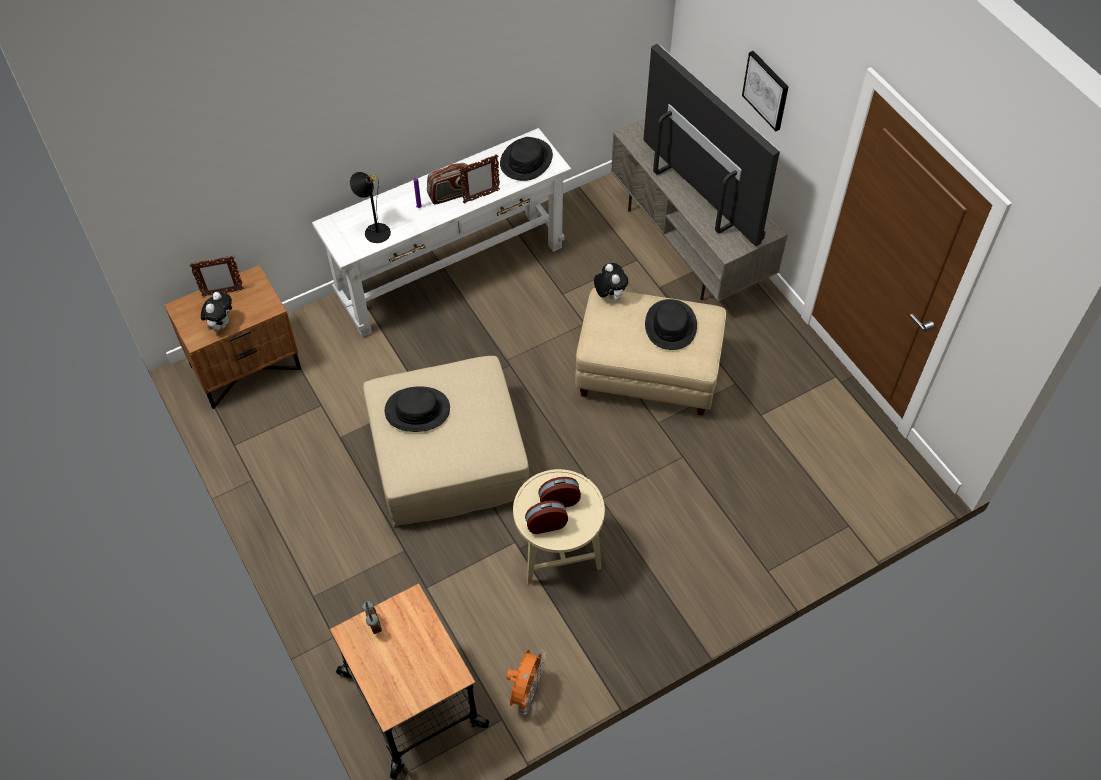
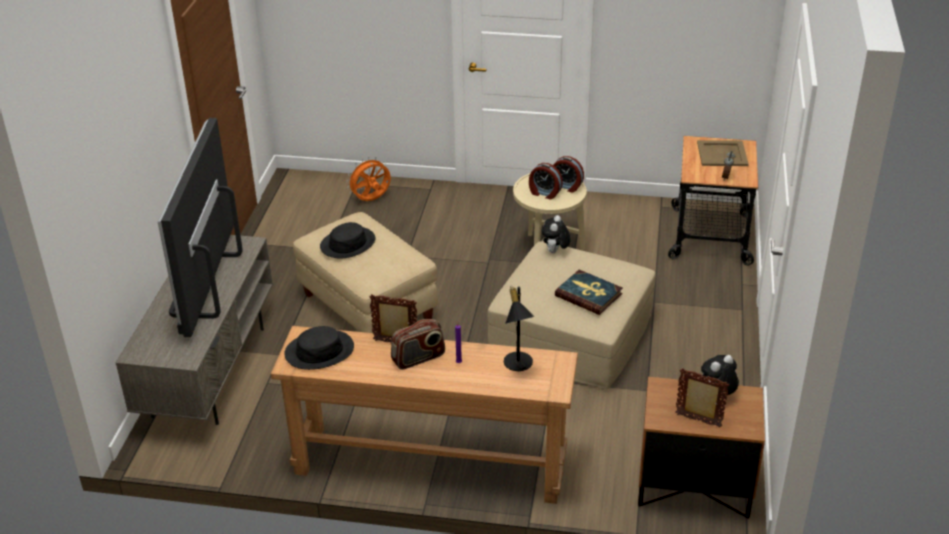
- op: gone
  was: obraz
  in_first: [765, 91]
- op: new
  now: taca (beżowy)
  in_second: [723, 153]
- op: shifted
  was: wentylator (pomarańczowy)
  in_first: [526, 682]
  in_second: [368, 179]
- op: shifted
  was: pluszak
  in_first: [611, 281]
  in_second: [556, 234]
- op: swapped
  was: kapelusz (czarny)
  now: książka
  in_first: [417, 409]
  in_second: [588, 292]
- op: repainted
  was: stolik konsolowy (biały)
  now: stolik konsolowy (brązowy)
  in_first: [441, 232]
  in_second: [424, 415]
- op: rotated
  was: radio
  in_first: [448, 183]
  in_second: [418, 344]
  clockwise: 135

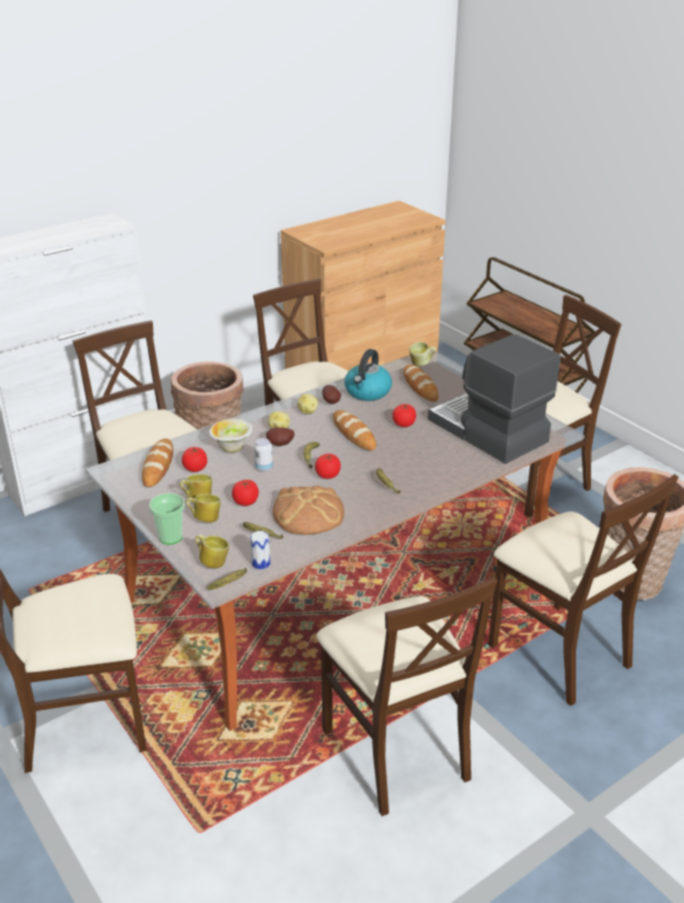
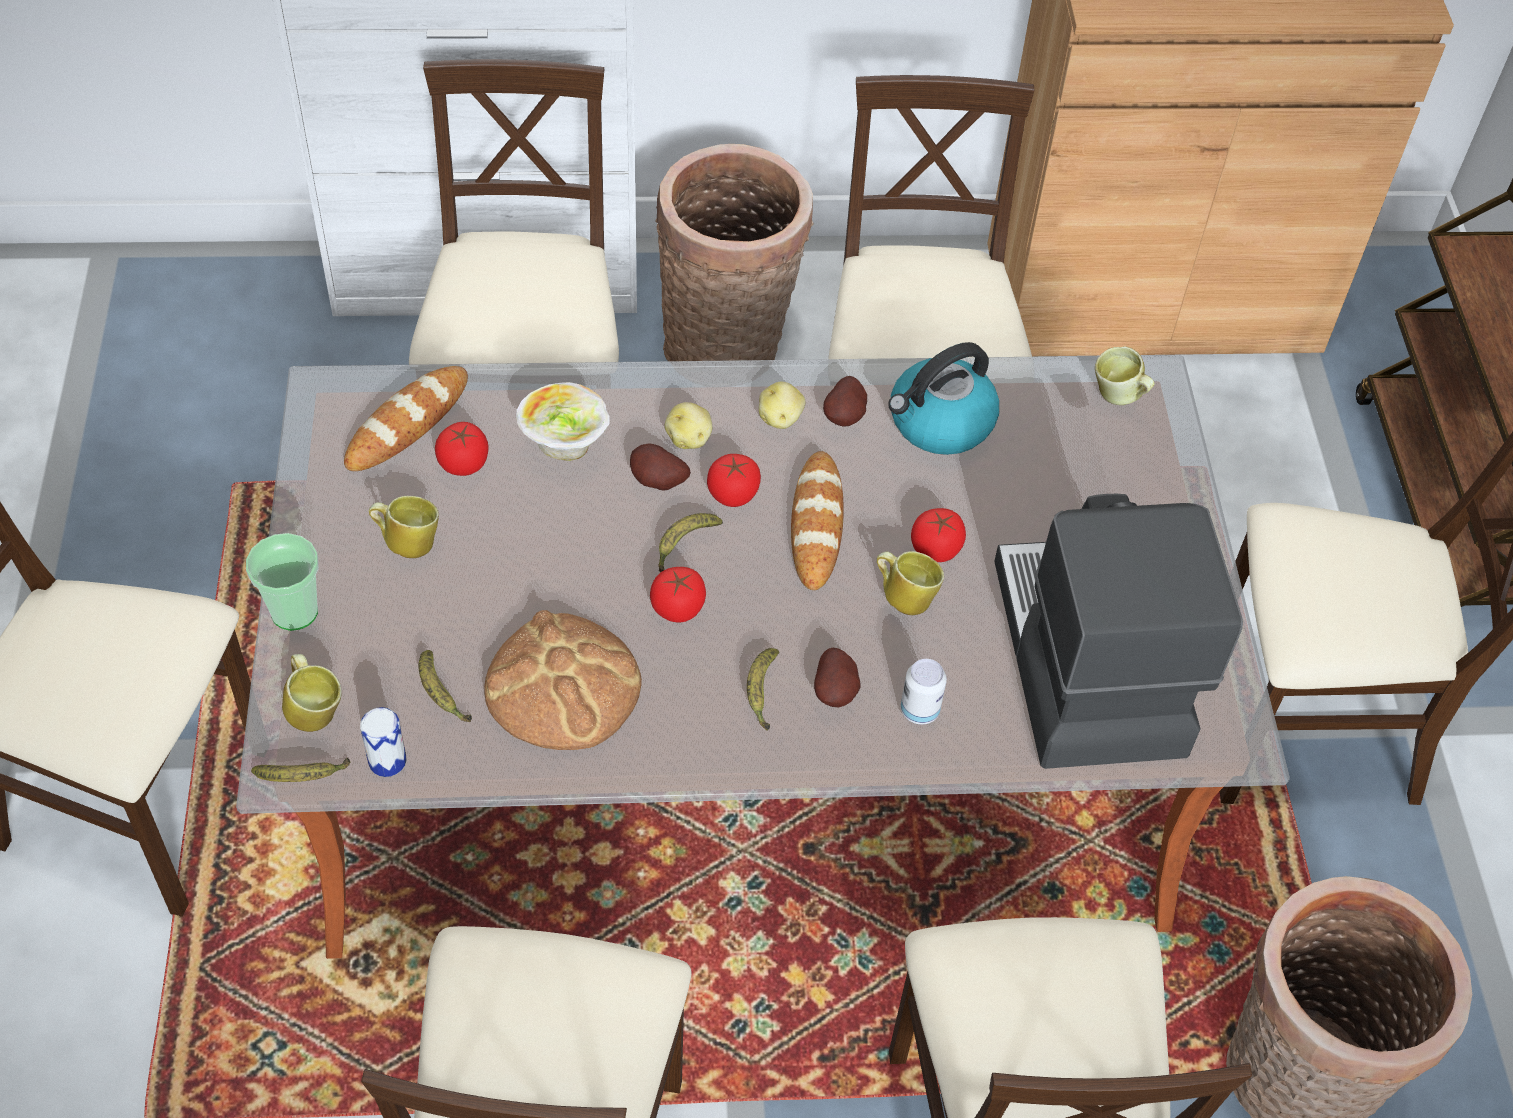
- op: gone
  was: chleb
  in_first: [421, 383]
- op: new
  now: ziemniak
  in_second: [837, 677]
- op: shifted
  was: kubek
  in_first: [203, 508]
  in_second: [910, 583]
- op: shifted
  was: pomidor
  in_first: [245, 493]
  in_second: [734, 480]
- op: shifted
  was: puszka
  in_first: [263, 454]
  in_second: [924, 691]

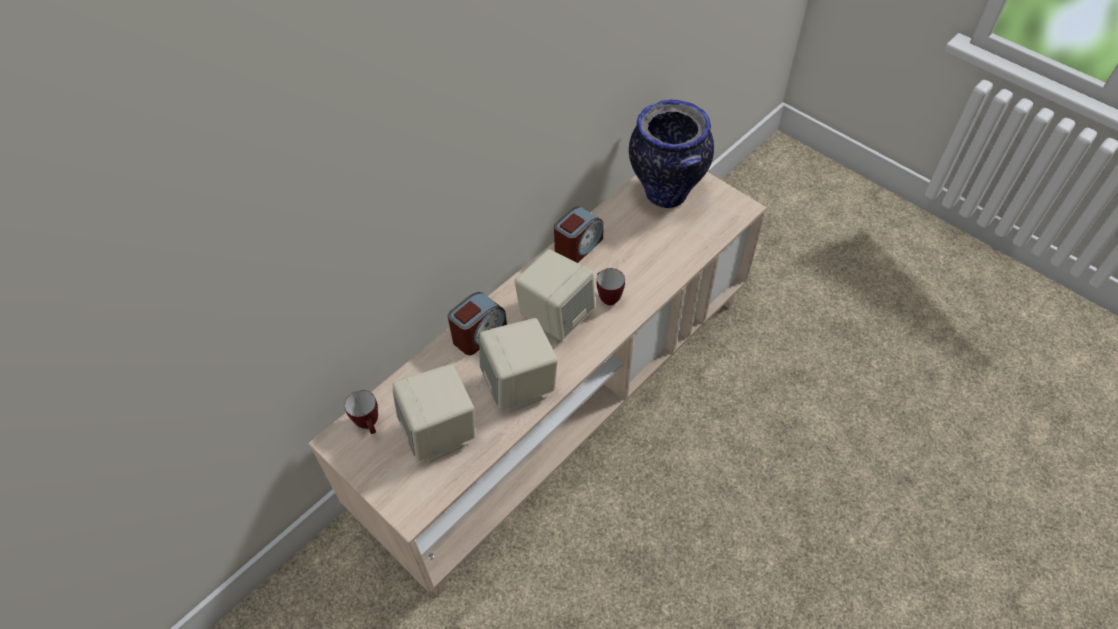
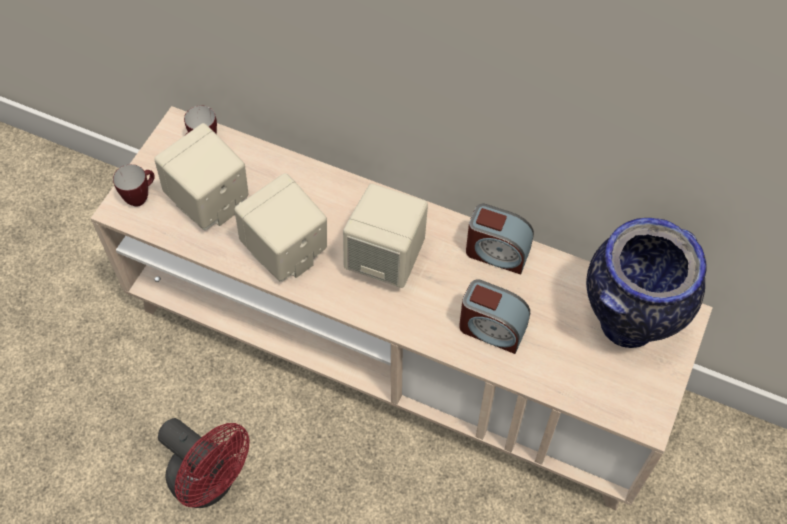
- op: new
  now: wentylator (czerwony)
  in_second: [203, 463]
- op: shifted
  was: budzik
  in_first: [477, 323]
  in_second: [494, 316]
- op: shifted
  was: kubek
  in_first: [611, 286]
  in_second: [134, 185]

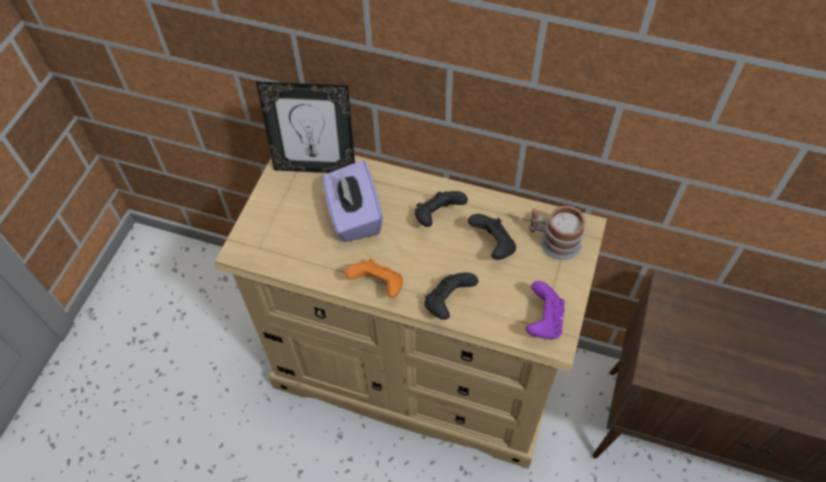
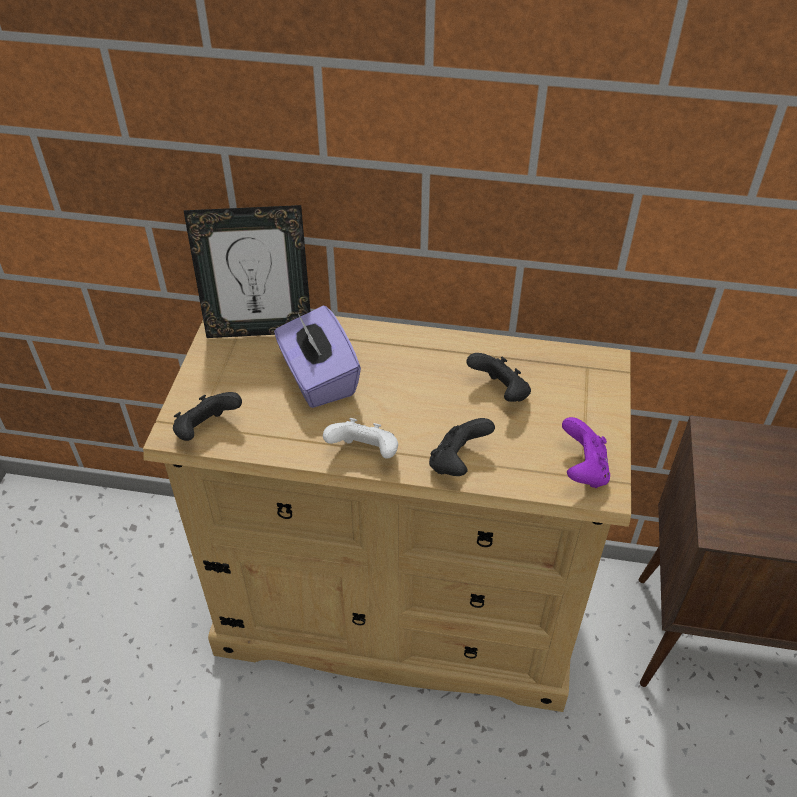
- op: gone
  was: kubek
  in_first: [557, 233]
- op: shifted
  was: pad do gier (czarny)
  in_first: [441, 209]
  in_second: [207, 416]
- op: repainted
  was: pad do gier (pomarańczowy)
  now: pad do gier (biały)
  in_first: [374, 278]
  in_second: [360, 438]

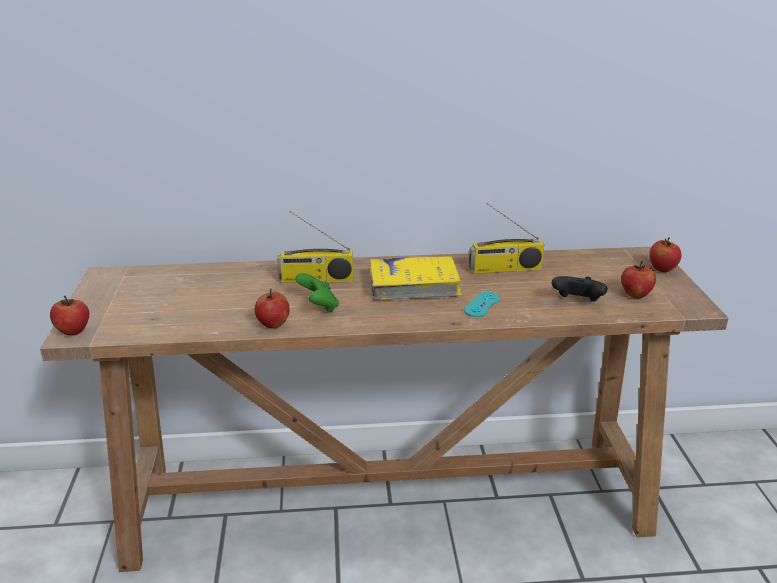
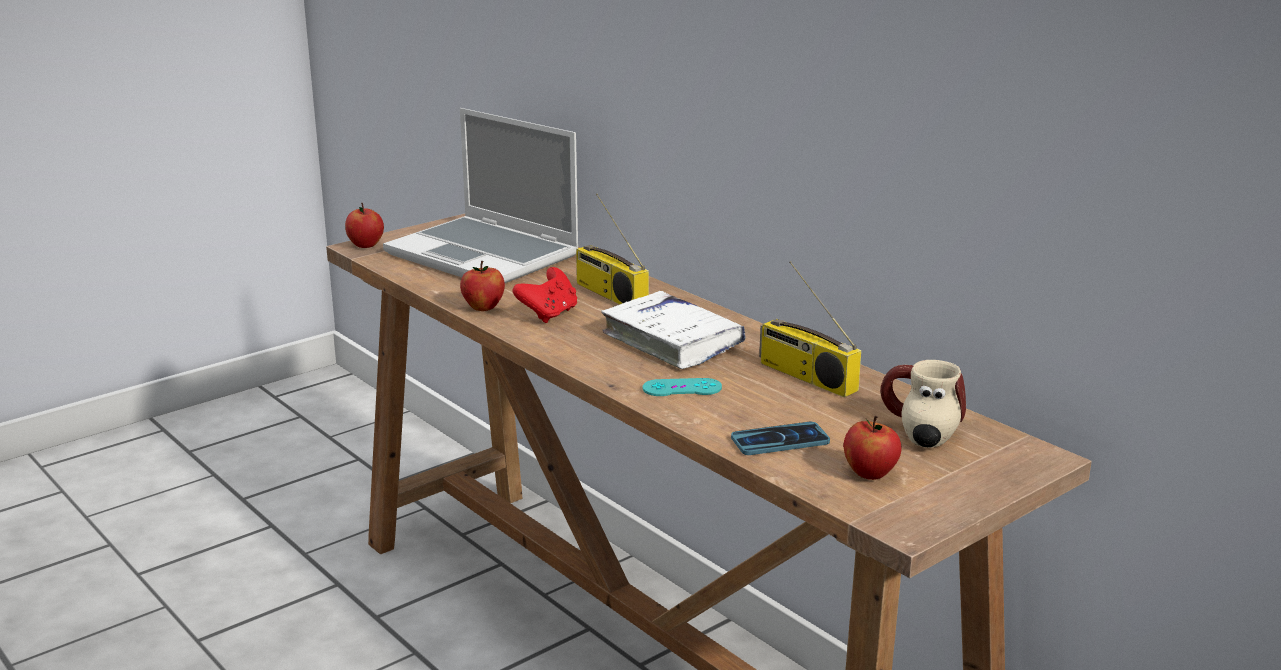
- op: gone
  was: jabłko
  in_first: [665, 254]
- op: new
  now: laptop
  in_second: [480, 195]
- op: new
  now: kubek
  in_second: [923, 404]
- op: swapped
  was: pad do gier (czarny)
  now: telefon
  in_first: [579, 289]
  in_second: [780, 438]
- op: repainted
  was: pad do gier (zielony)
  now: pad do gier (czerwony)
  in_first: [317, 293]
  in_second: [545, 295]
- op: repainted
  was: książka (żółty)
  now: książka (biały)
  in_first: [416, 278]
  in_second: [673, 330]

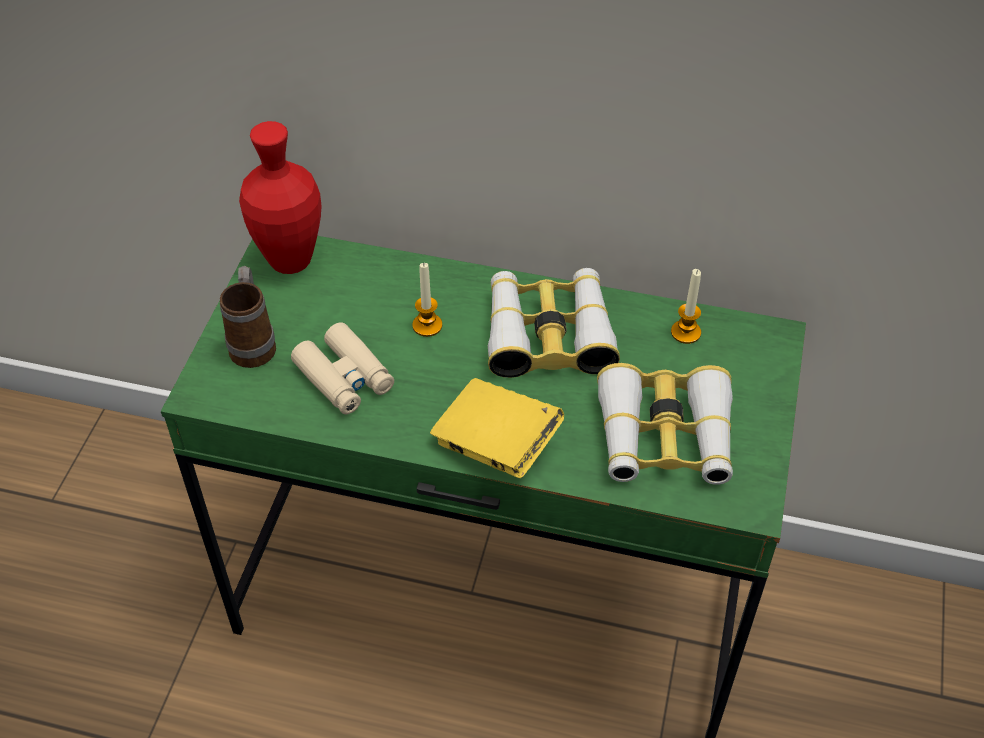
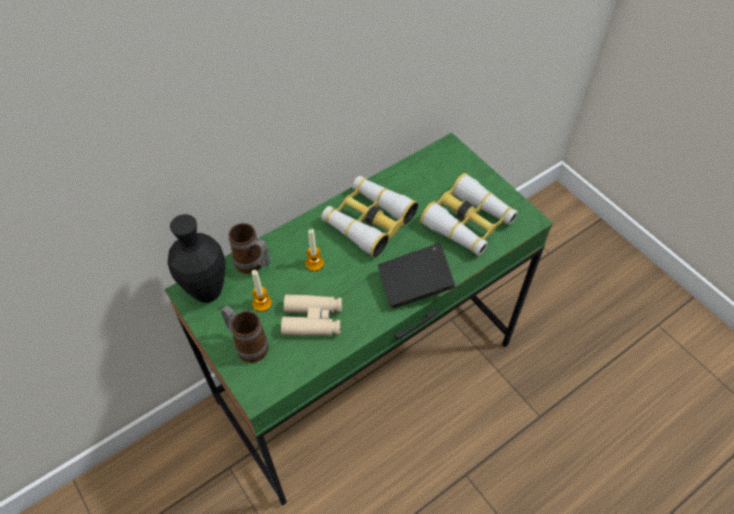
- op: new
  now: kubek
  in_second: [249, 248]
- op: shifted
  was: świeca
  in_first: [686, 306]
  in_second: [262, 291]
- op: repainted
  was: wazon (czerwony)
  now: wazon (czarny)
  in_first: [280, 197]
  in_second: [197, 258]
- op: repainted
  was: książka (żółty)
  now: książka (czarny)
  in_first: [497, 428]
  in_second: [417, 275]

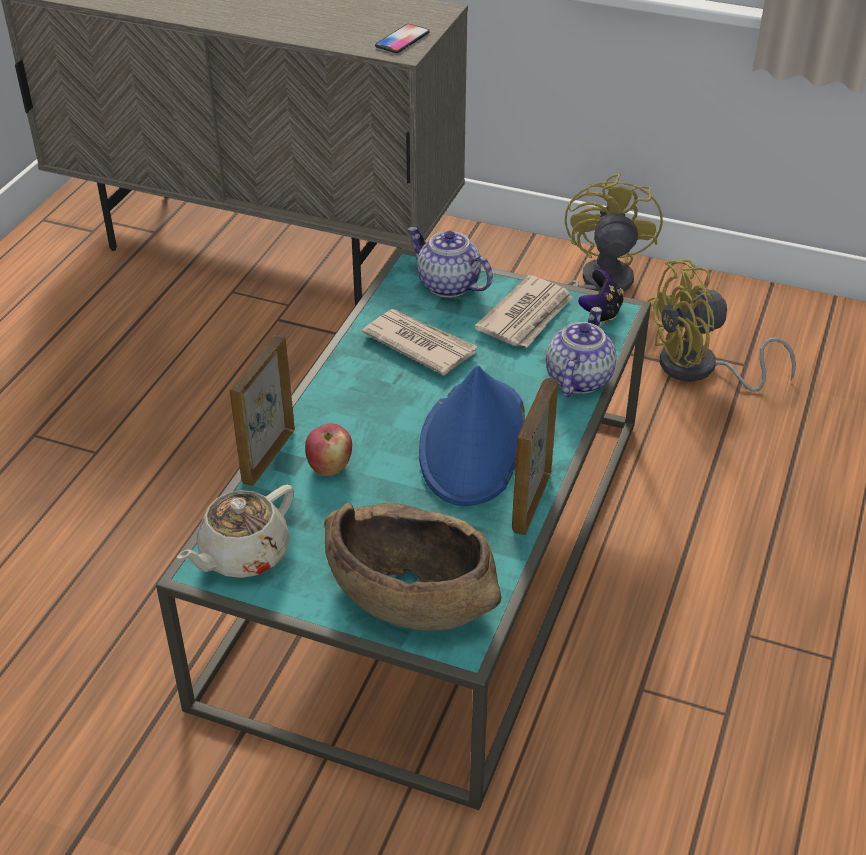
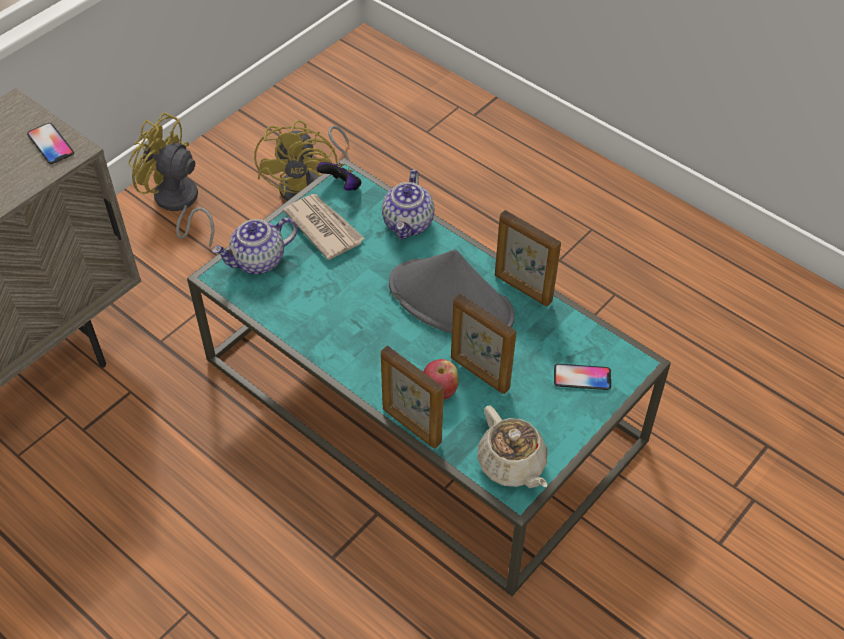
- op: gone
  was: gazeta
  in_first: [420, 342]
- op: new
  now: ramka na zdjęcie
  in_second: [483, 343]
- op: swapped
  was: miska (brązowy)
  now: telefon
  in_first: [412, 567]
  in_second: [582, 377]
- op: repainted
  was: kapelusz (niebieski)
  now: kapelusz (szary)
  in_first: [472, 435]
  in_second: [452, 291]
- op: rotated
  was: imbryk
  in_first: [581, 352]
  in_second: [408, 204]
  clockwise: -120

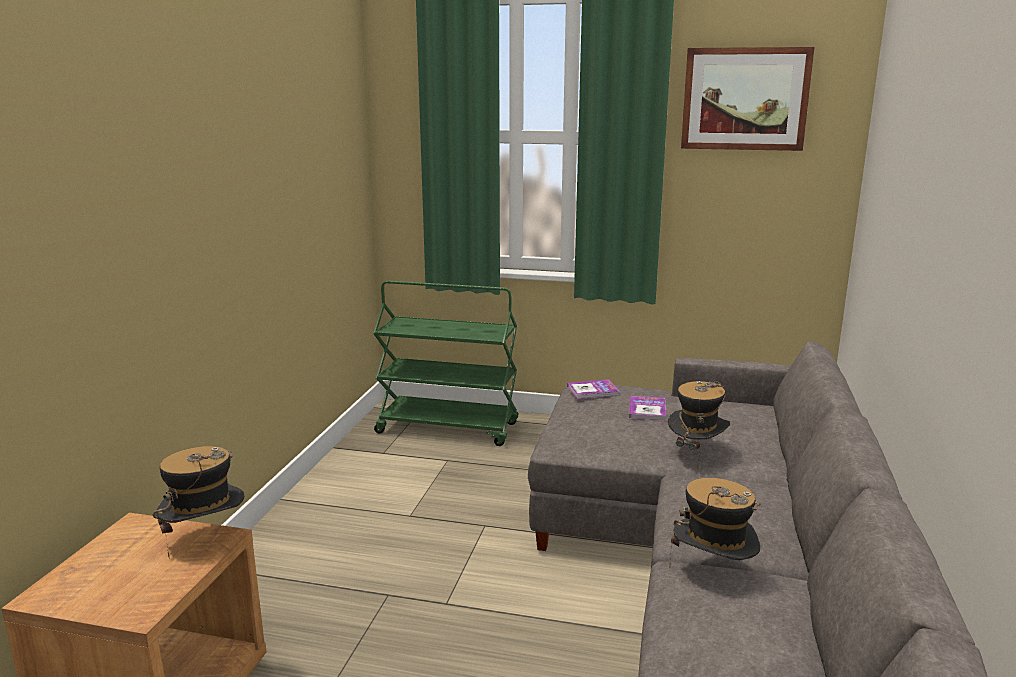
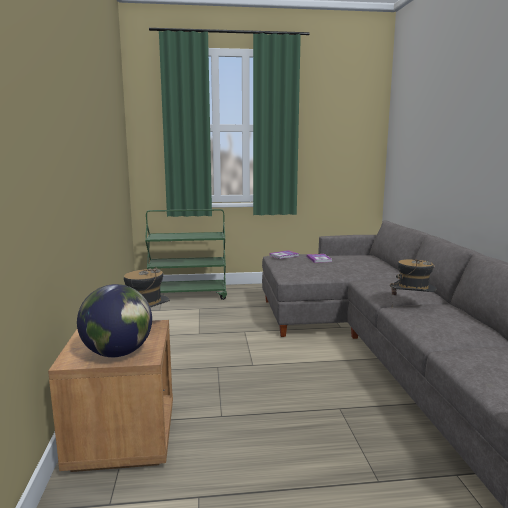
- op: gone
  was: kapelusz
  in_first: [699, 425]
- op: gone
  was: obraz
  in_first: [748, 99]
- op: new
  now: globus
  in_second: [114, 320]

